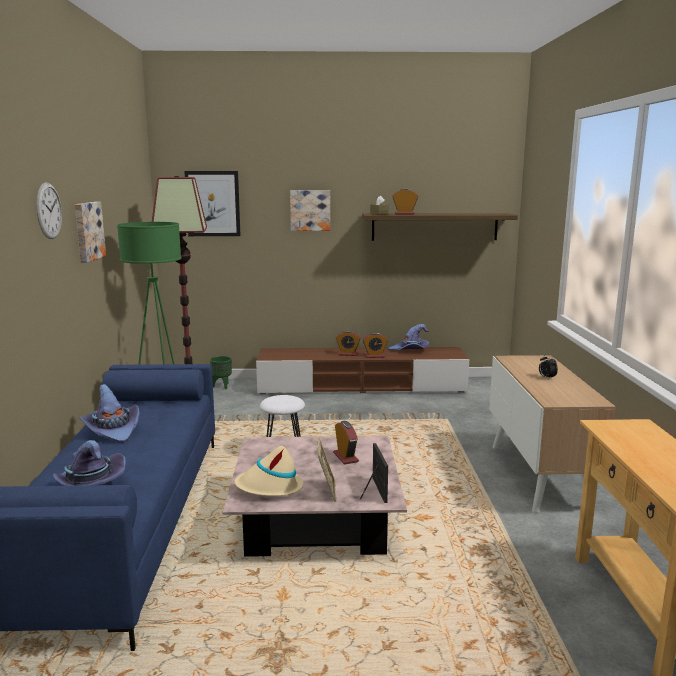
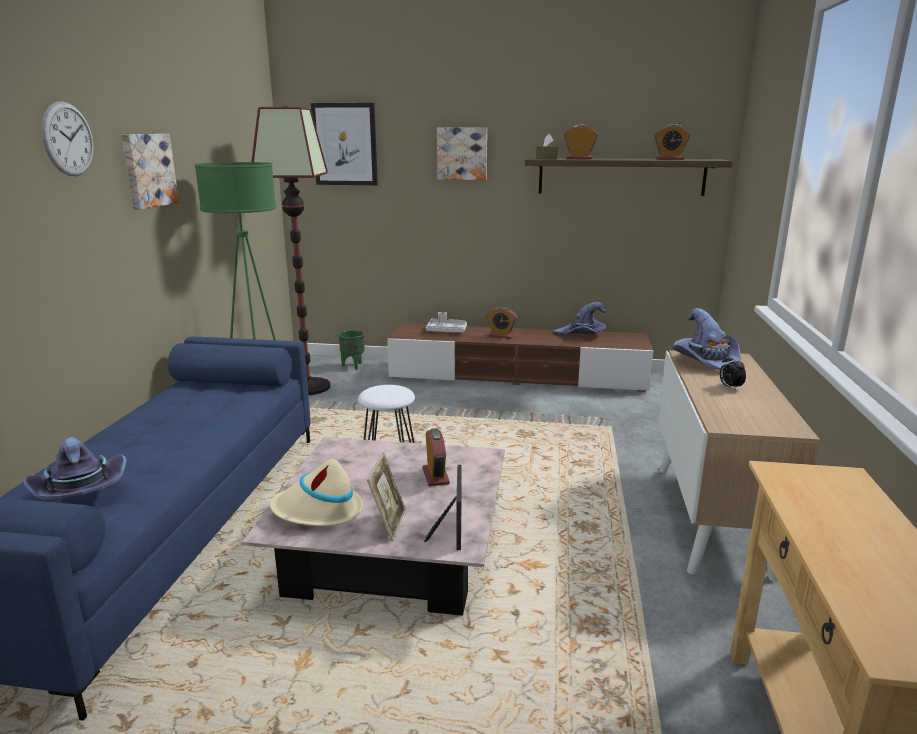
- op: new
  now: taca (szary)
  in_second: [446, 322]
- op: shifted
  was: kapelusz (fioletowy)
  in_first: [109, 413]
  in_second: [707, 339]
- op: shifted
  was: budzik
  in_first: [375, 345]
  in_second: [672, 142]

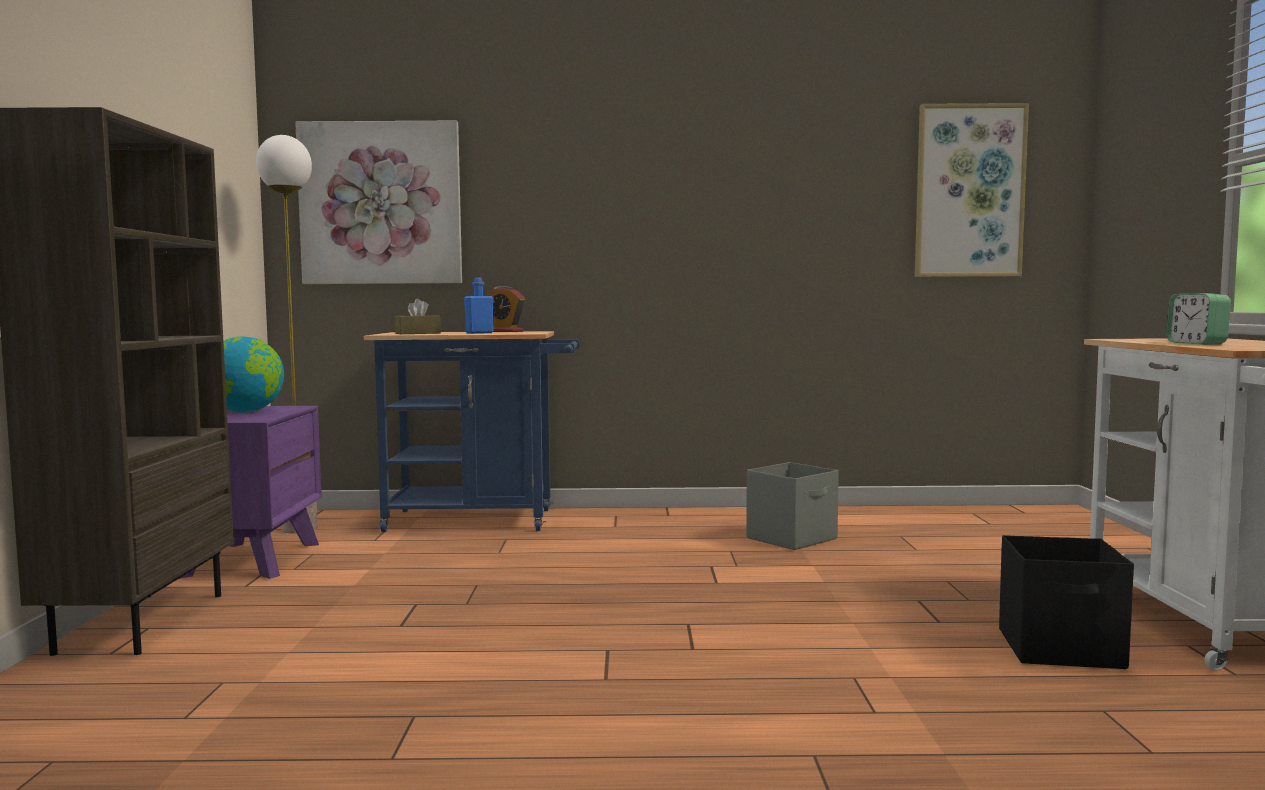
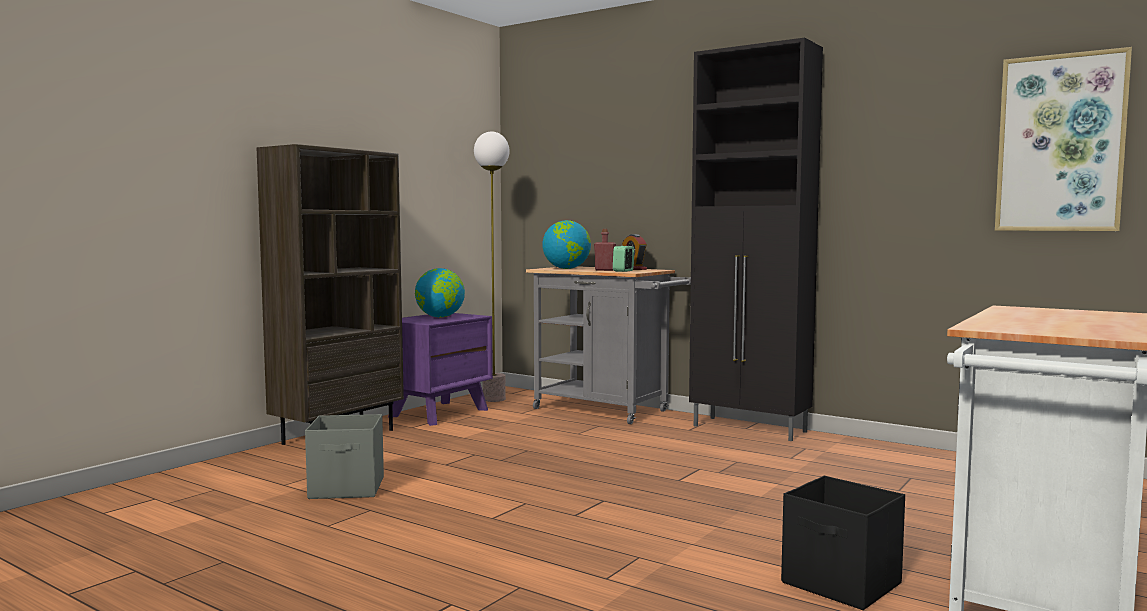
- op: gone
  was: obraz
  in_first: [378, 202]
- op: new
  now: szafka (czarny)
  in_second: [756, 239]
- op: shifted
  was: pojemnik do przechowywania (szary)
  in_first: [792, 506]
  in_second: [344, 456]
- op: shifted
  was: budzik
  in_first: [1198, 318]
  in_second: [623, 259]
- op: swapped
  was: pudełko chusteczek (brązowy)
  now: globus
  in_first: [418, 316]
  in_second: [566, 244]
- op: repainted
  was: wózek (niebieski)
  now: wózek (szary)
  in_first: [472, 431]
  in_second: [608, 345]
- op: repainted
  was: butelka (niebieski)
  now: butelka (czerwony)
  in_first: [479, 305]
  in_second: [605, 250]

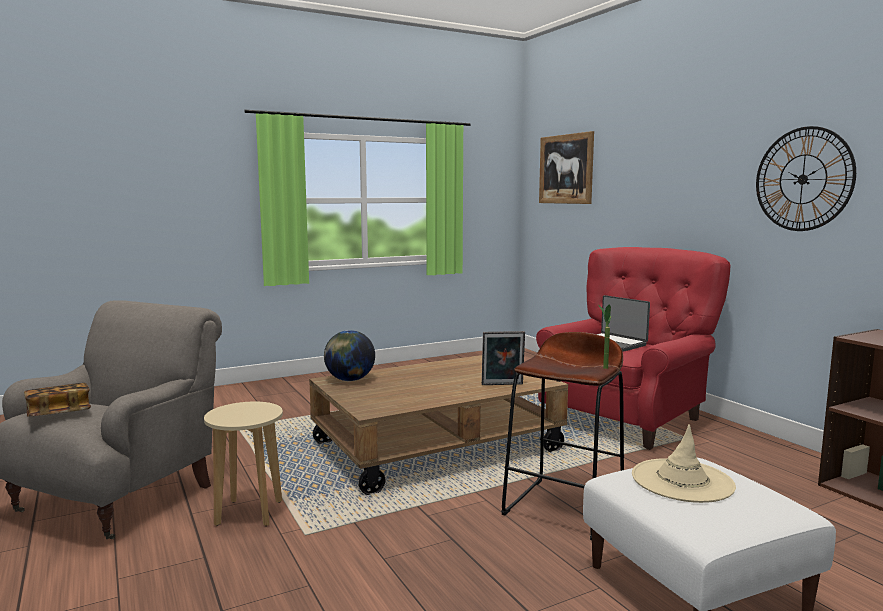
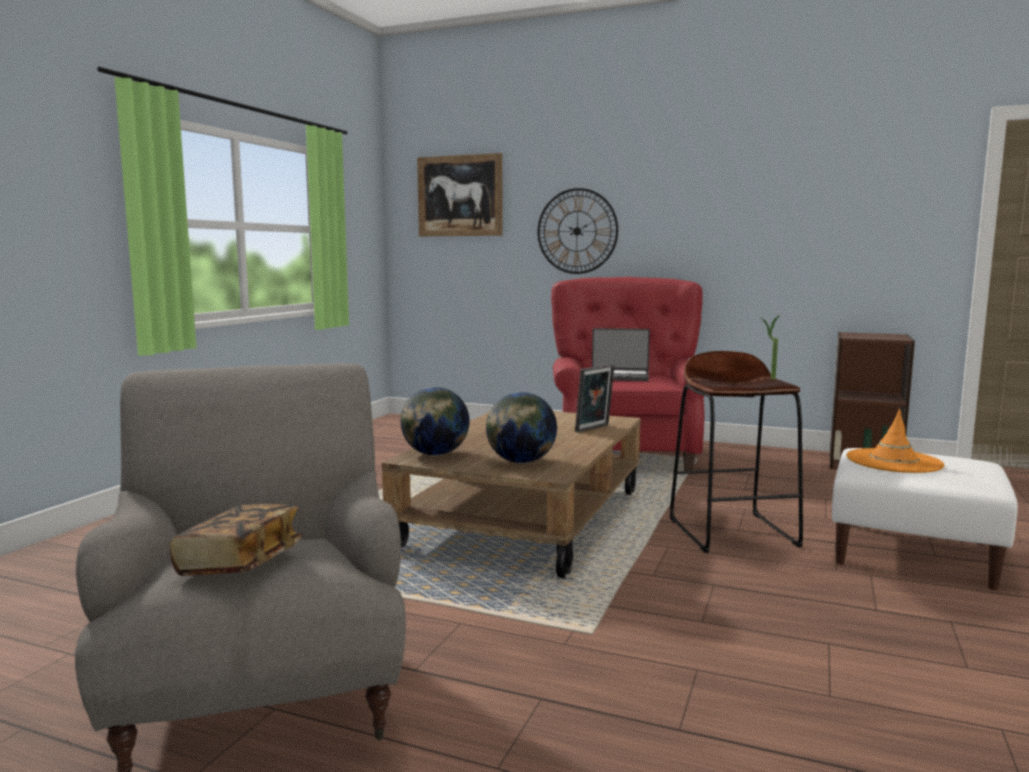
- op: gone
  was: stołek (beżowy)
  in_first: [243, 464]
- op: new
  now: globus
  in_second: [521, 427]
- op: shifted
  was: zegar ścienny
  in_first: [806, 178]
  in_second: [577, 231]
- op: repainted
  was: kapelusz (beżowy)
  now: kapelusz (pomarańczowy)
  in_first: [684, 463]
  in_second: [895, 441]

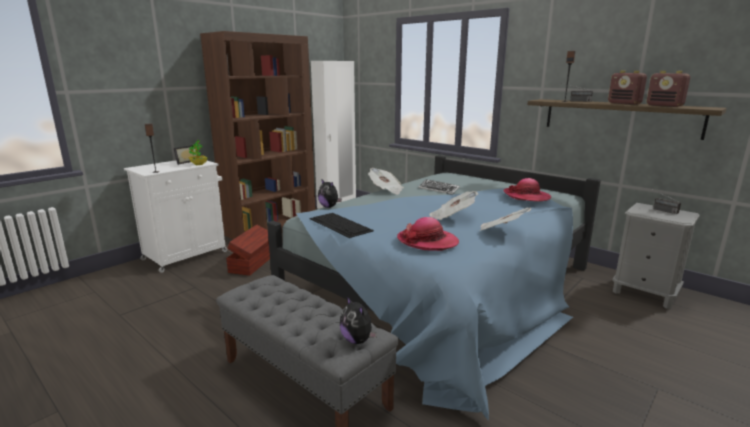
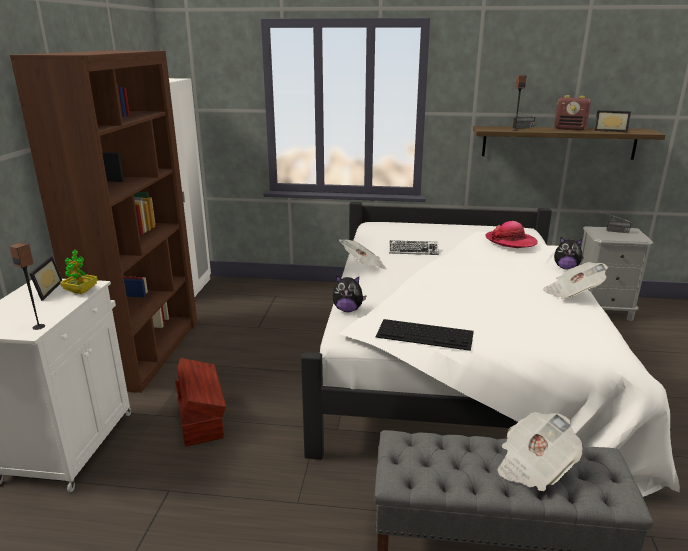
- op: gone
  was: kapelusz
  in_first: [428, 234]
- op: shifted
  was: pluszak
  in_first: [358, 320]
  in_second: [569, 253]
- op: shifted
  was: gazeta
  in_first: [453, 205]
  in_second: [540, 451]
- op: swapped
  was: radio
  now: ramka na zdjęcie
  in_first: [668, 89]
  in_second: [612, 121]
- op: repainted
  was: łóżko (niebieski)
  now: łóżko (biały)
  in_first: [434, 288]
  in_second: [490, 349]

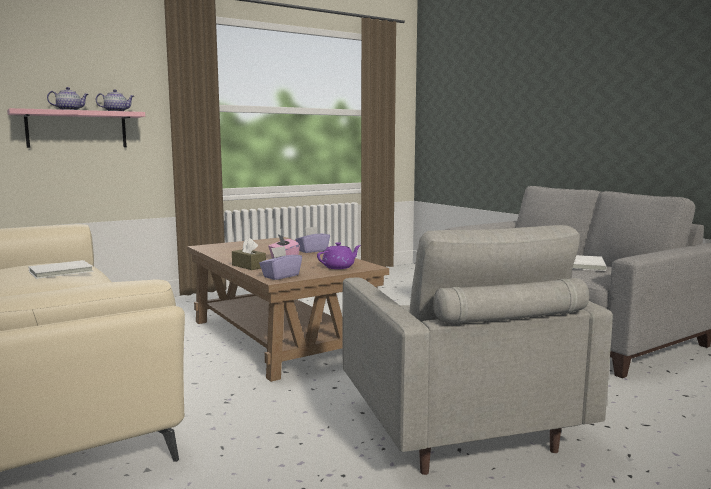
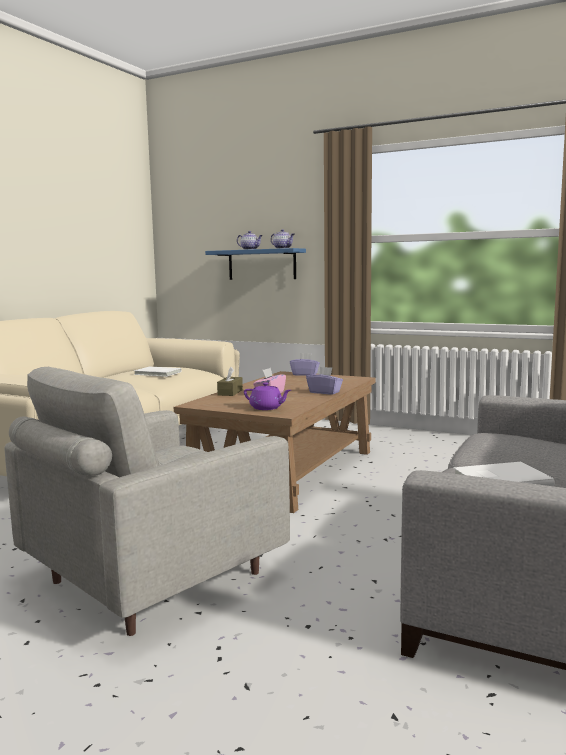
- op: shifted
  was: pudełko chusteczek (fioletowy)
  in_first: [280, 263]
  in_second: [305, 364]
- op: repainted
  was: półka (różowy)
  now: półka (niebieski)
  in_first: [76, 128]
  in_second: [255, 264]

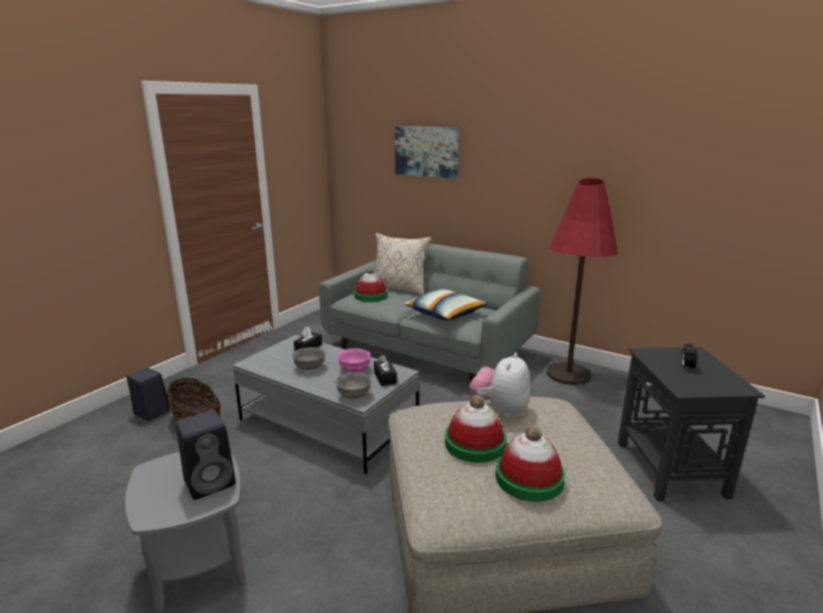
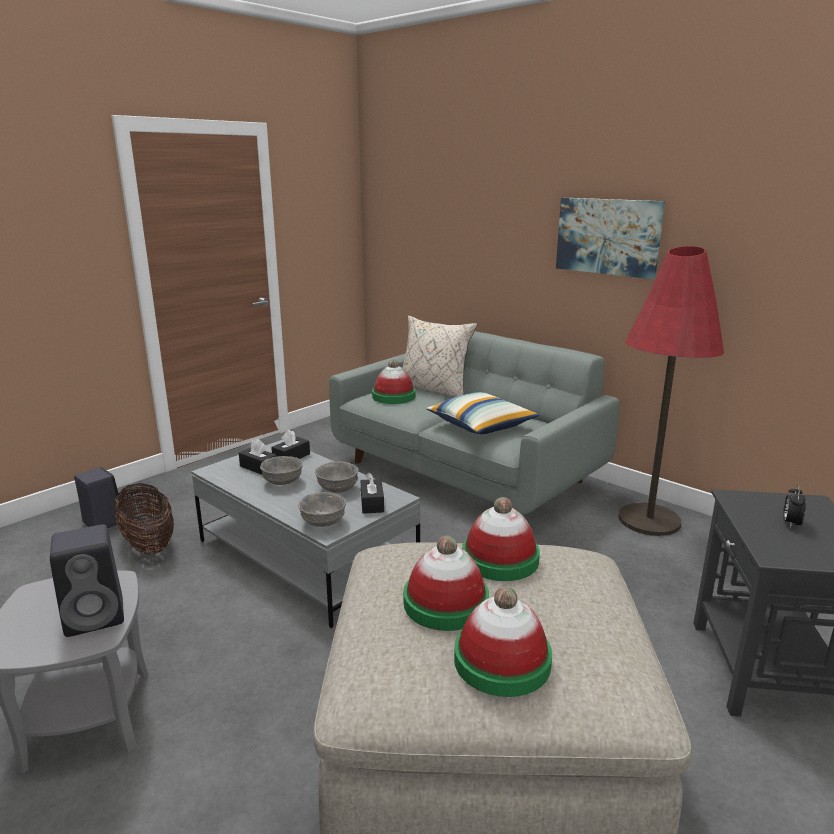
- op: new
  now: pudełko chusteczek (czarny)
  in_second: [258, 457]
- op: shifted
  was: obraz
  in_first: [427, 152]
  in_second: [610, 238]
- op: swapped
  was: pluszak
  now: kapelusz
  in_first: [499, 385]
  in_second: [501, 539]
- op: repainted
  was: miska (różowy)
  now: miska (szary)
  in_first: [353, 360]
  in_second: [336, 477]

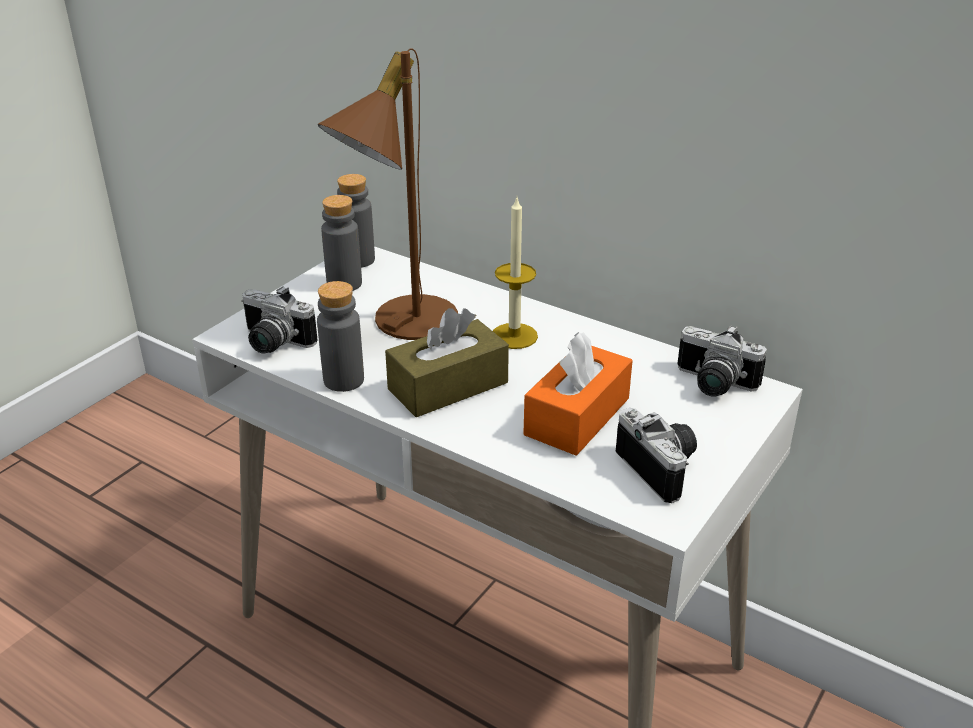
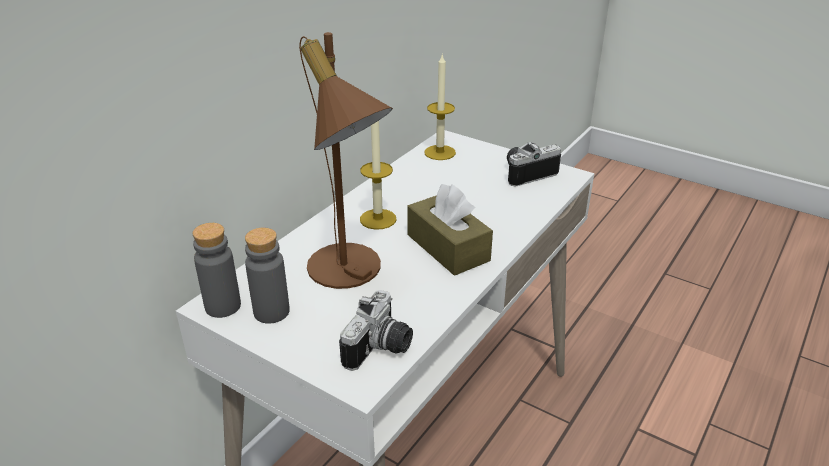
- op: gone
  was: butelka (szary)
  in_first: [340, 336]
- op: gone
  was: pudełko chusteczek (pomarańczowy)
  in_first: [578, 393]
- op: swapped
  was: aparat fotograficzny
  now: świeca
  in_first: [722, 361]
  in_second: [440, 107]

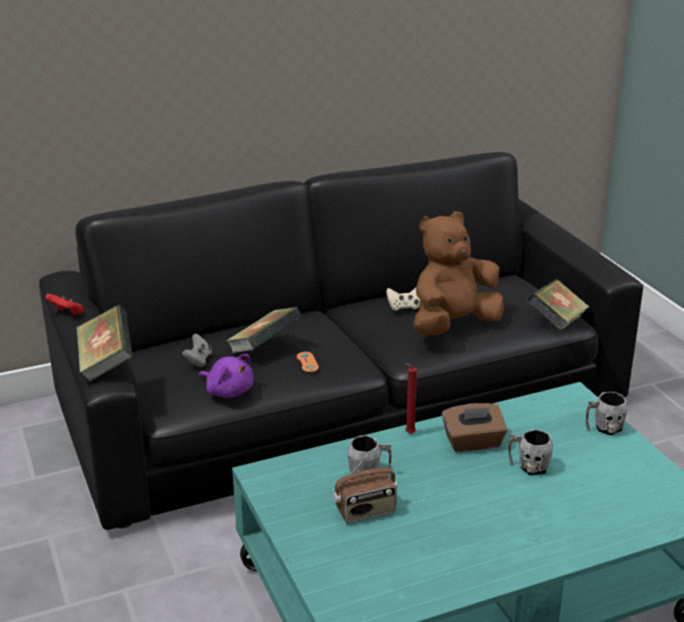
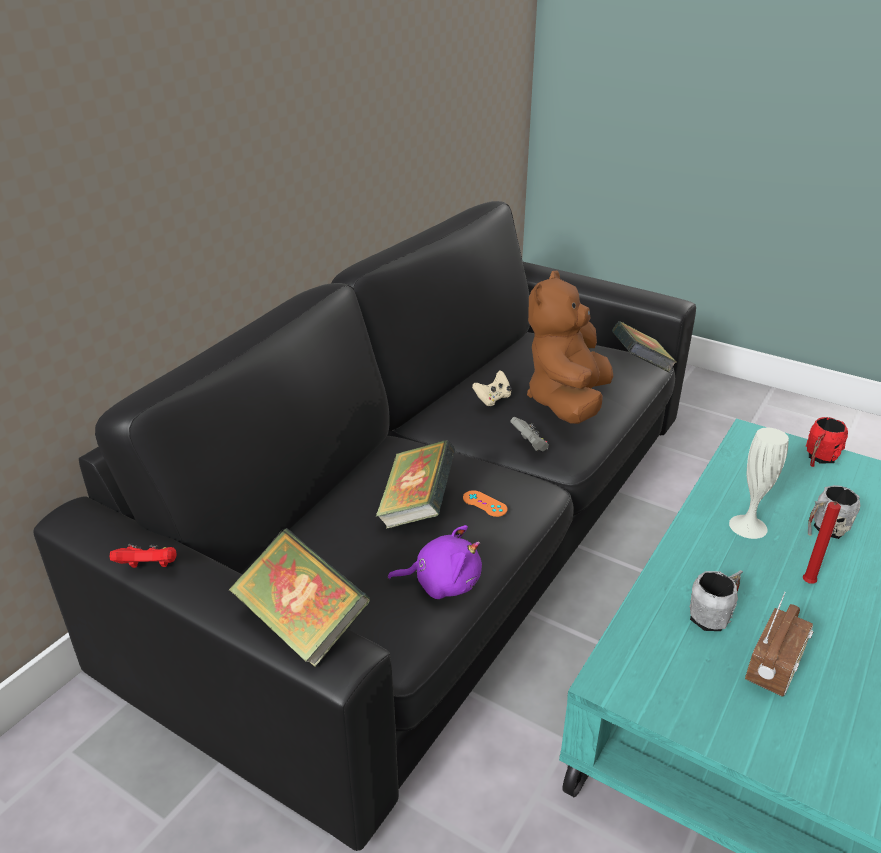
- op: shifted
  was: pad do gier (szary)
  in_first: [197, 350]
  in_second: [529, 434]
- op: shifted
  was: świeca (czerwony)
  in_first: [410, 398]
  in_second: [821, 542]
- op: swapped
  was: pudełko chusteczek (brązowy)
  now: wazon (biały)
  in_first: [475, 427]
  in_second: [759, 483]
- op: repainted
  was: kubek (szary)
  now: kubek (czerwony)
  in_first: [607, 413]
  in_second: [827, 442]

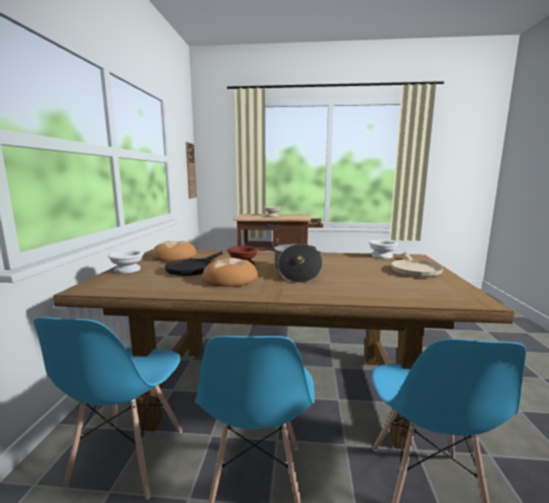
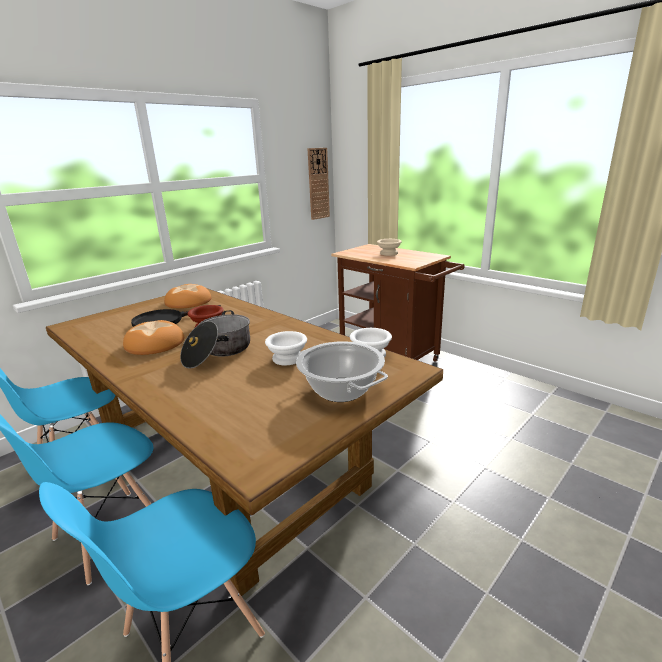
- op: shifted
  was: miska (biały)
  in_first: [126, 262]
  in_second: [286, 348]
- op: swapped
  was: patelnia (beżowy)
  now: garnek
  in_first: [417, 264]
  in_second: [342, 371]

